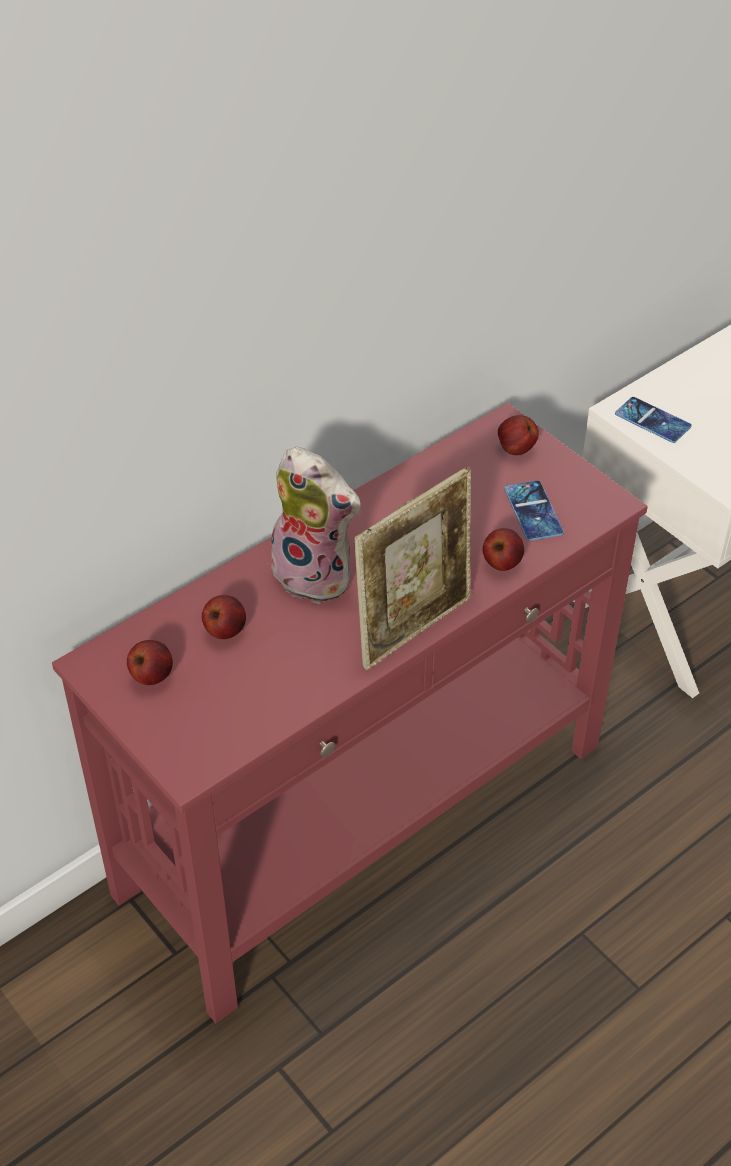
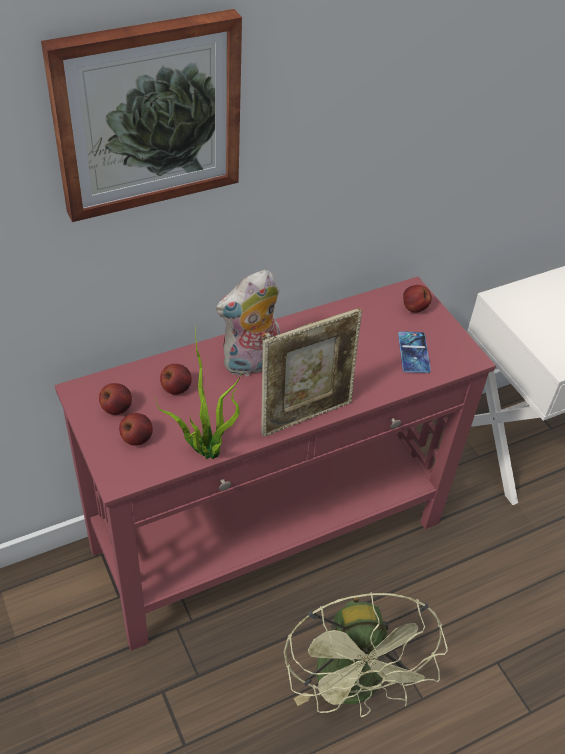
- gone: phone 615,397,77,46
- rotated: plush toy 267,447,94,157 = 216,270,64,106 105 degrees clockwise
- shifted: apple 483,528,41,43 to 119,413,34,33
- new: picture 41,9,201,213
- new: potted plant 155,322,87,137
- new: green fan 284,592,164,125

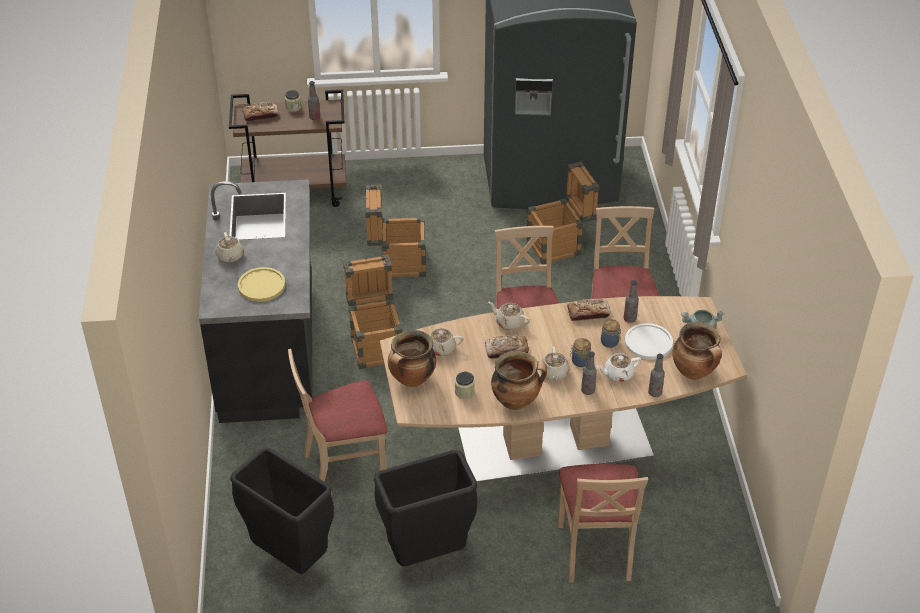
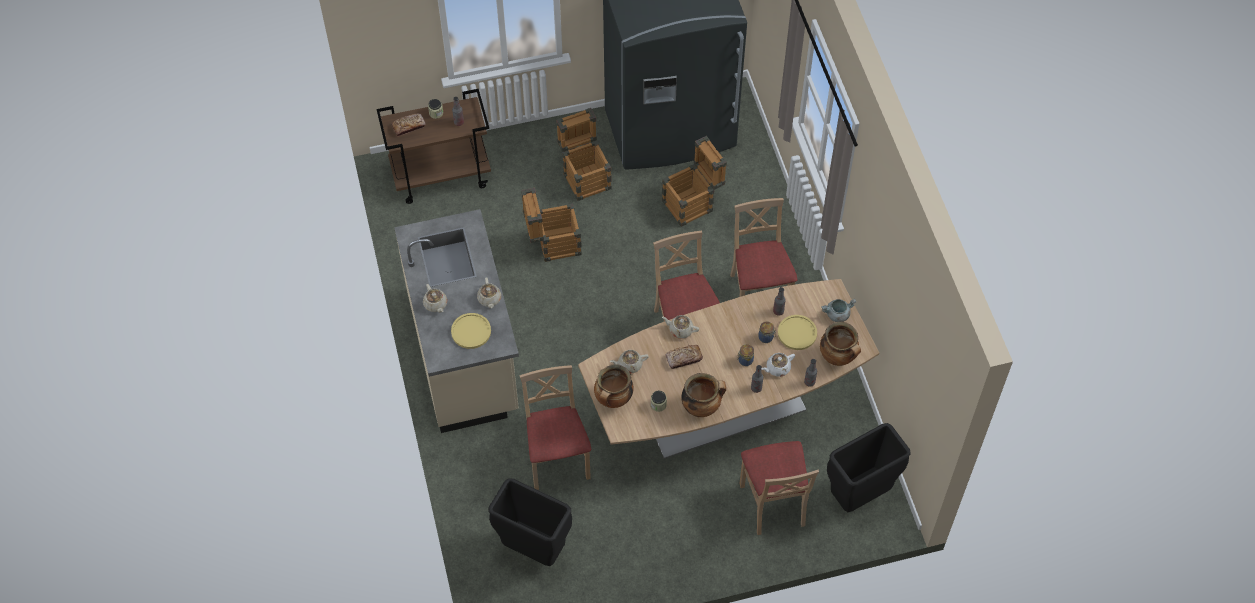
- repainted: black counter 199,179,114,244 to beige counter 394,209,125,224
- shifted: crate 343,255,60,114 to 556,108,55,93
- gone: bread 567,299,44,22
- repainted: white plate 625,323,48,37 to yellow plate 778,315,39,35
- shifted: beige teapot 540,347,30,34 to 477,277,24,31
- rotated: beige chair 288,349,99,133 = 520,365,71,125 105 degrees clockwise
- shifted: black trash can 374,450,104,116 to 827,423,84,89

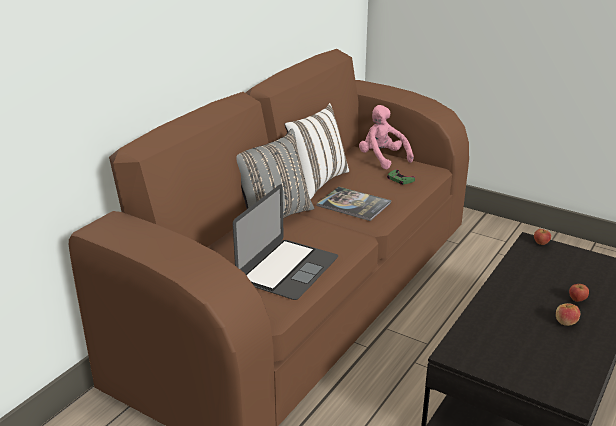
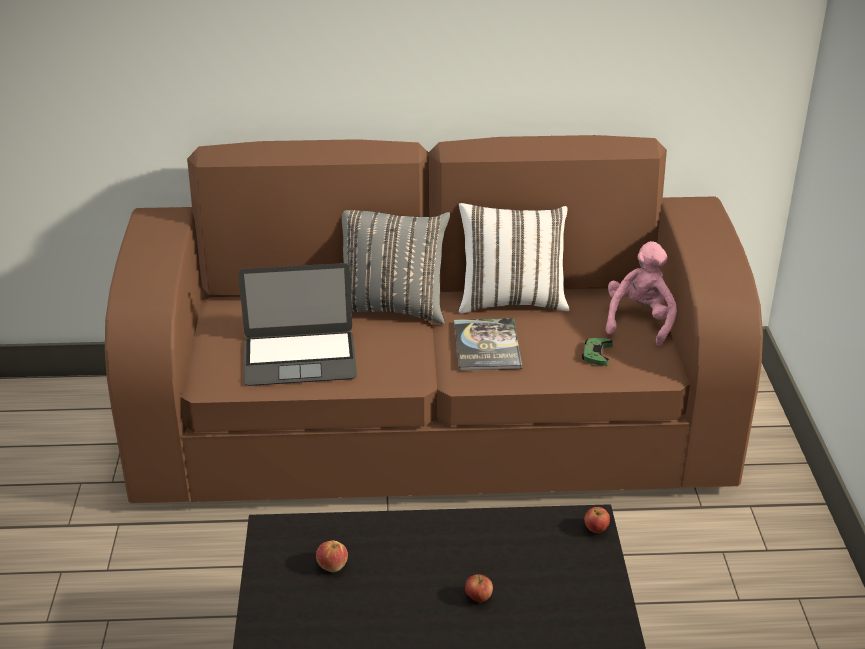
- shifted: apple 556,303,24,23 to 316,541,32,31

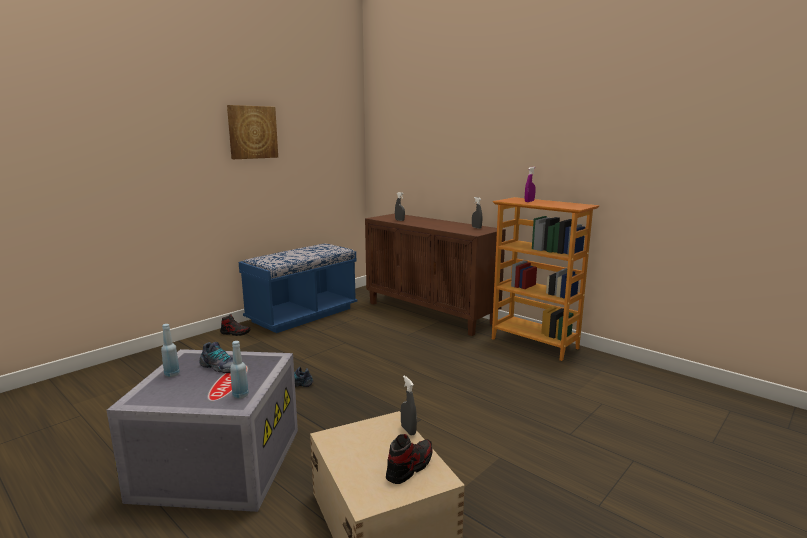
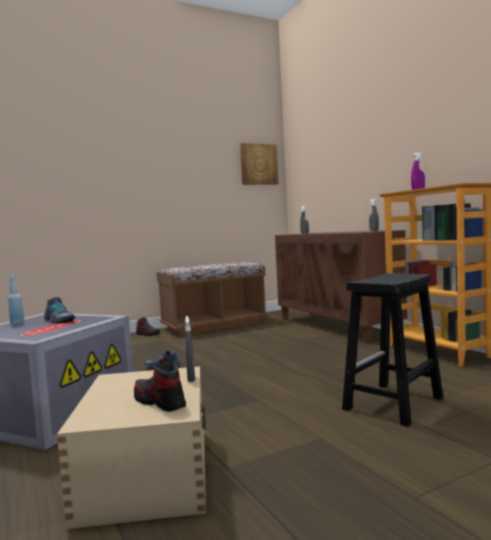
- shifted: picture 227,105,51,54 to 240,143,38,42
- repainted: blue bench 239,244,118,89 to brown bench 157,262,110,74
- gone: blue bottle 230,341,19,58
- rotated: shoe 386,434,46,50 = 134,358,52,54 105 degrees counterclockwise
- new: black stool 342,273,101,154

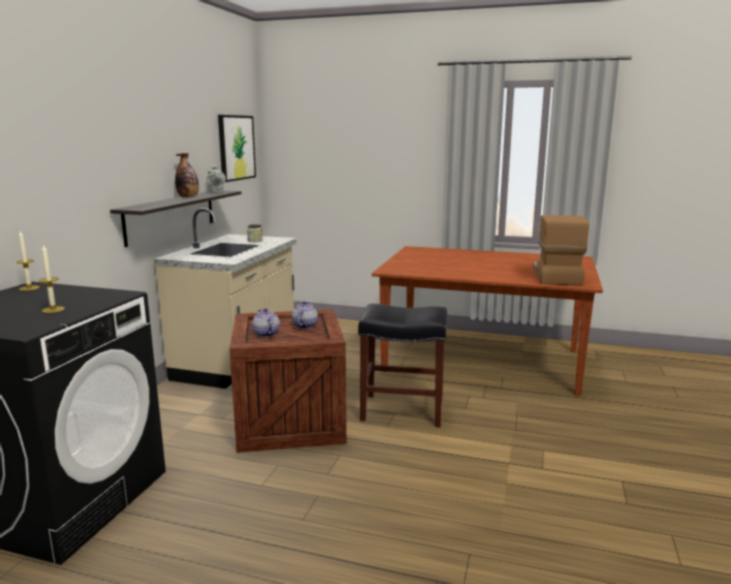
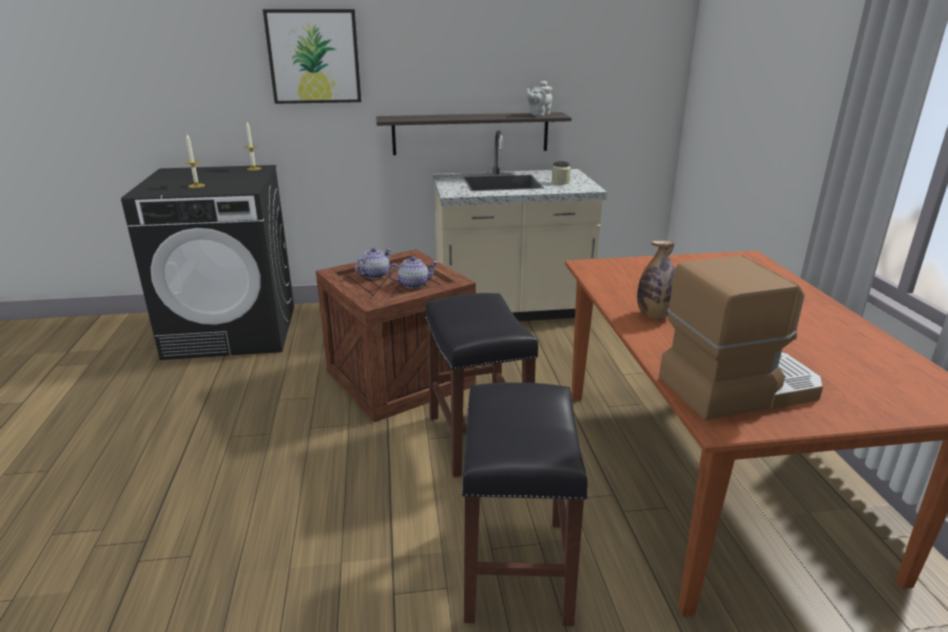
- shifted: picture 218,115,38,67 to 263,9,98,95
- shifted: bottle 175,153,24,45 to 637,241,38,77
- new: black stool 461,382,127,244

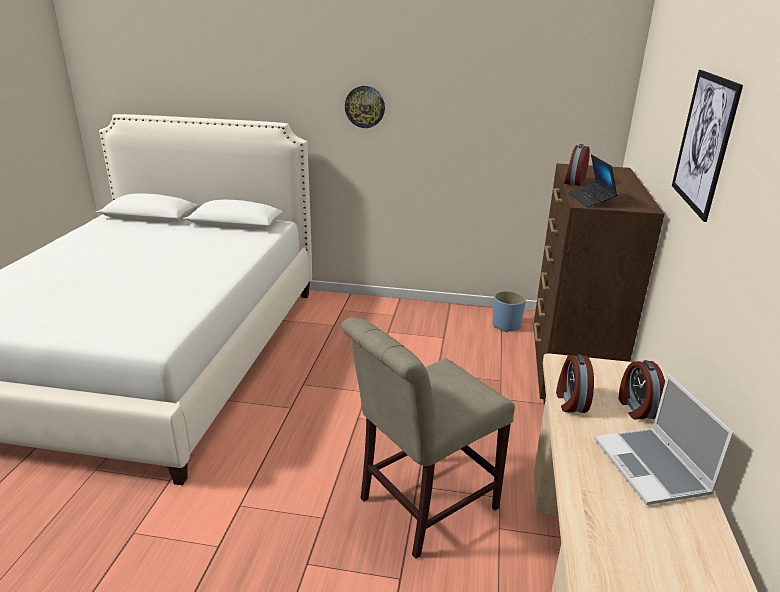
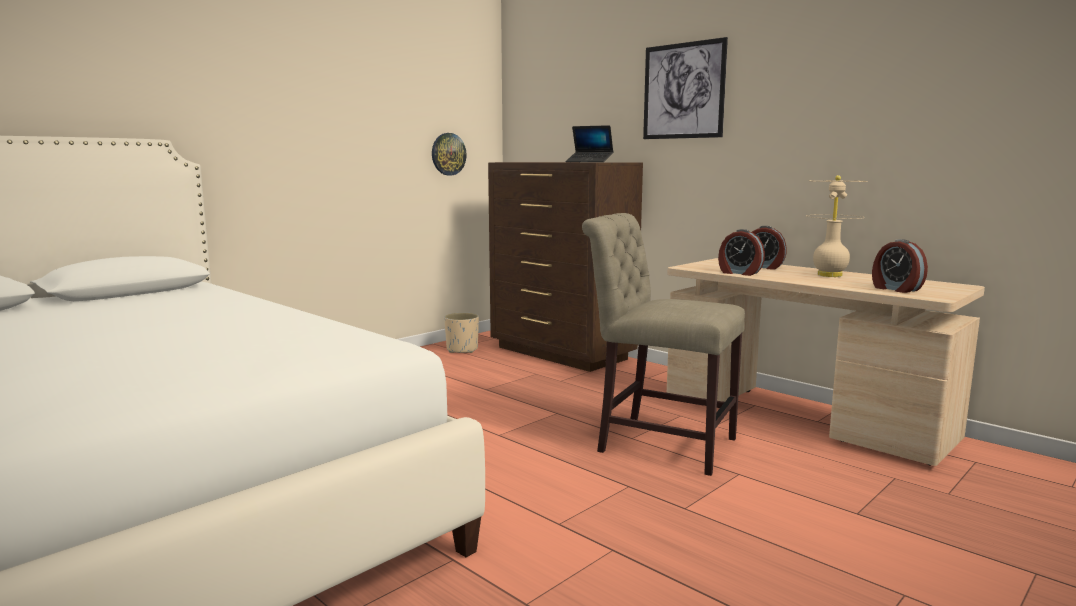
- shifted: wall clock 345,86,40,42 to 432,133,35,42
- shifted: alarm clock 564,144,26,42 to 872,239,56,54
- repainted: blue planter 493,291,33,41 to beige planter 444,313,35,40
- rotated: beige chair 341,317,174,242 = 582,213,163,263 120 degrees clockwise
- swapped: laptop 594,374,140,131 to beige table lamp 806,175,62,102

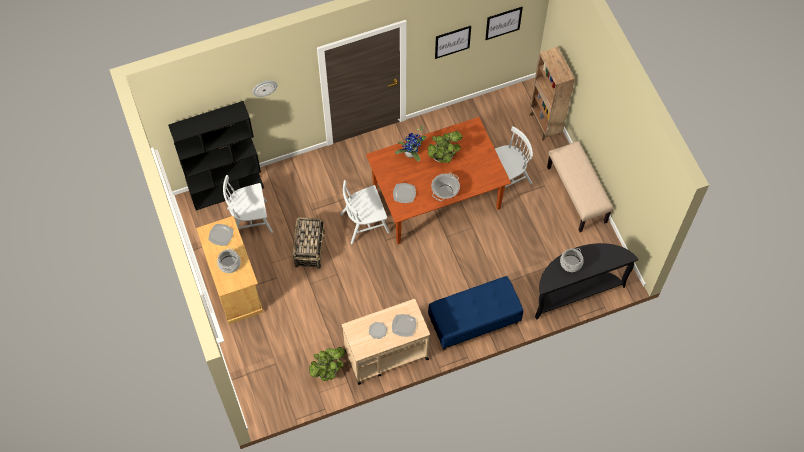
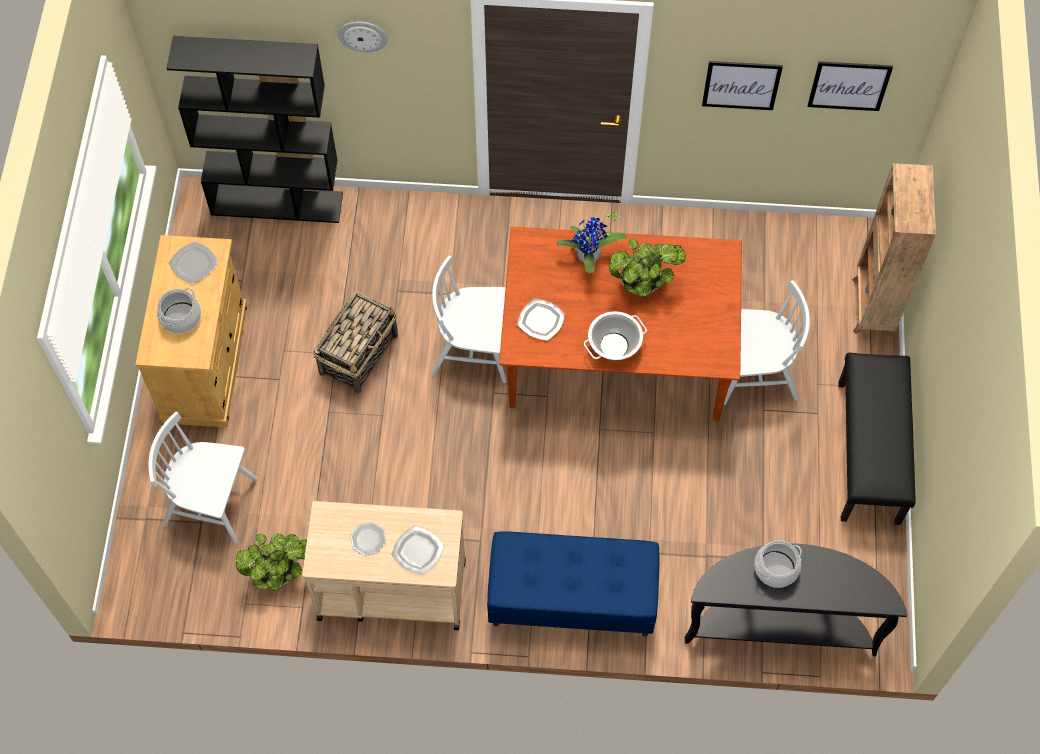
- repainted: beige bench 547,141,66,91 to black bench 838,353,78,172
- shifted: white chair 223,175,50,58 to 149,412,109,132

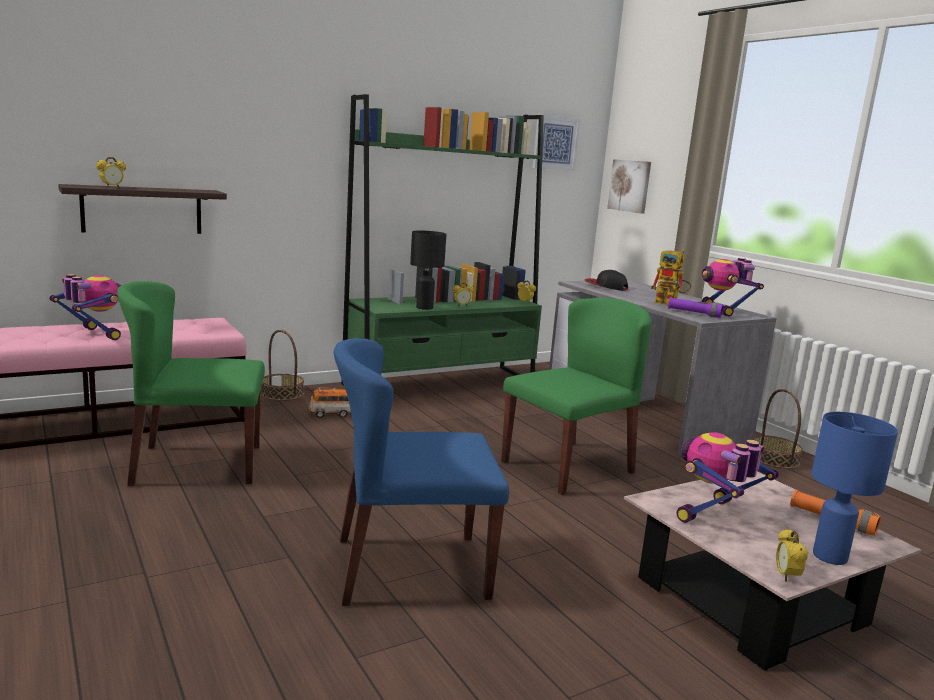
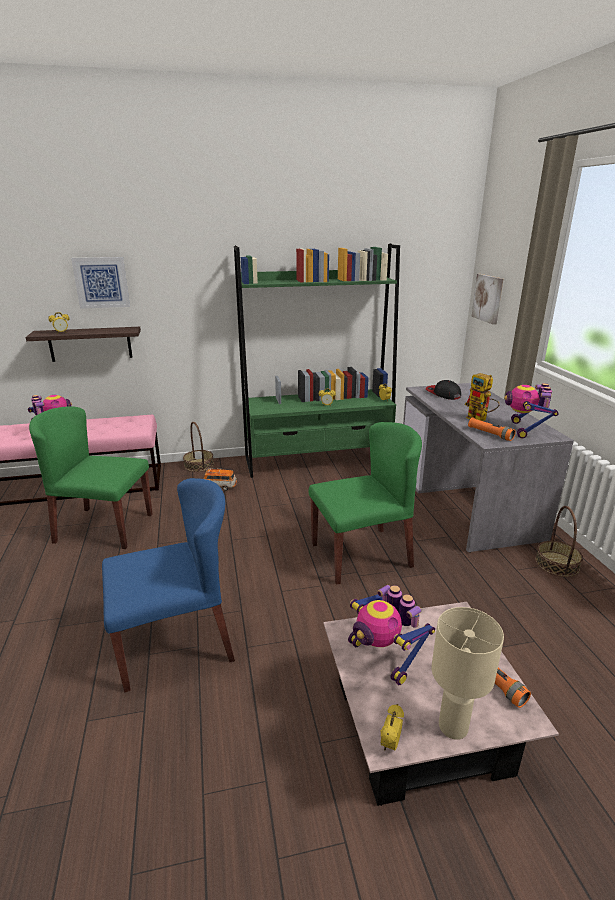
- shifted: picture 533,115,47,56 to 71,257,59,52
- gone: black table lamp 410,230,37,80
- repainted: purple flashlight 668,297,56,21 to orange flashlight 468,417,48,24
- rotated: blue chair 334,338,175,268 = 102,478,133,214 150 degrees clockwise
- repainted: blue table lamp 811,412,87,153 to beige table lamp 432,607,72,133
- rotated: toy robot 676,432,103,91 = 348,585,87,100 105 degrees counterclockwise

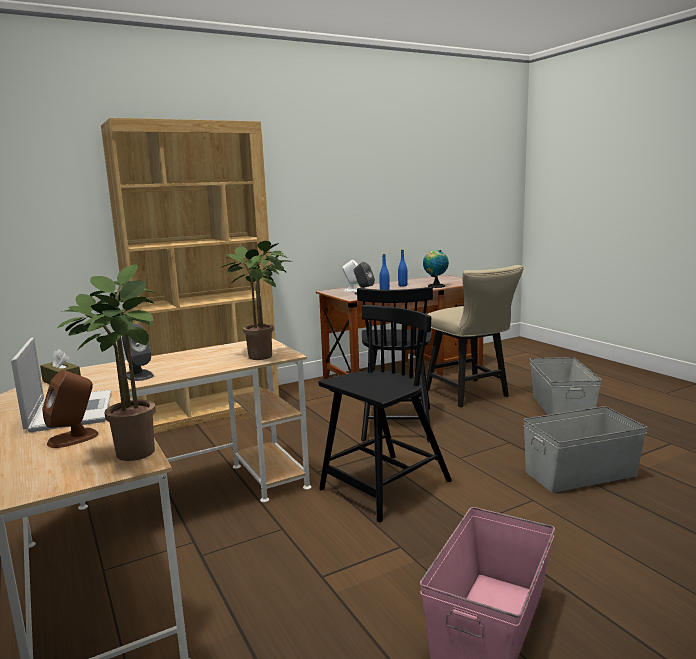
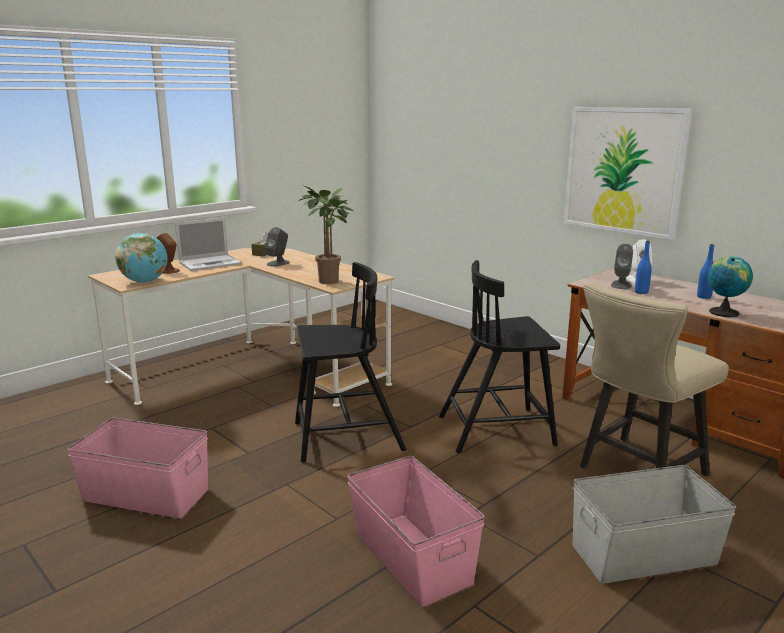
- gone: brown bookcase 101,118,178,315
- swapped: potted plant 57,264,99,197 to globe 115,233,53,50
- rotated: black chair 319,305,133,217 = 295,262,111,201 45 degrees counterclockwise
- repainted: grey storage box 523,406,124,87 to pink storage box 347,456,138,151
- new: picture 564,107,128,133

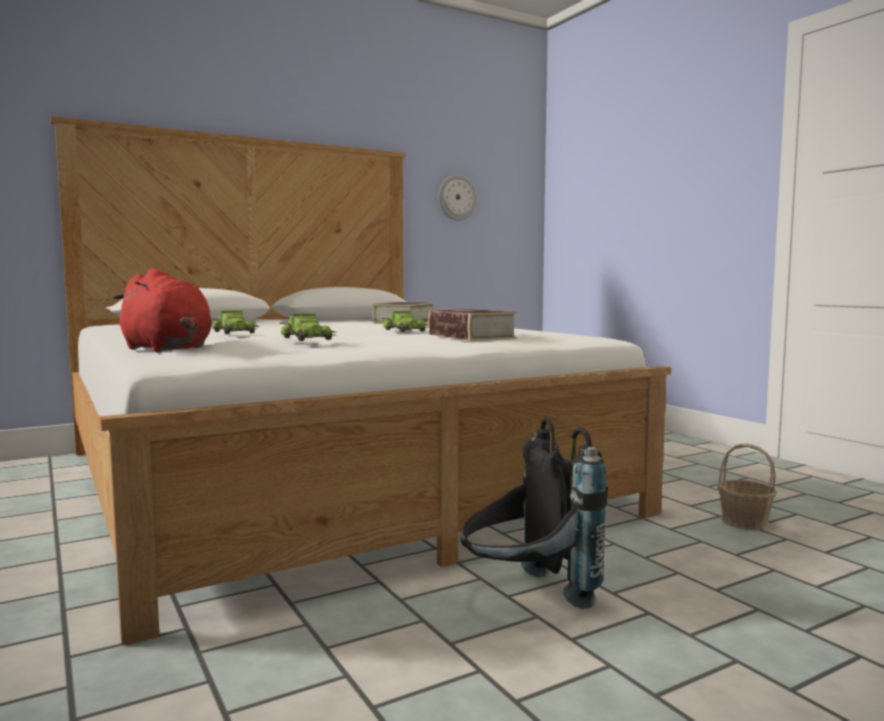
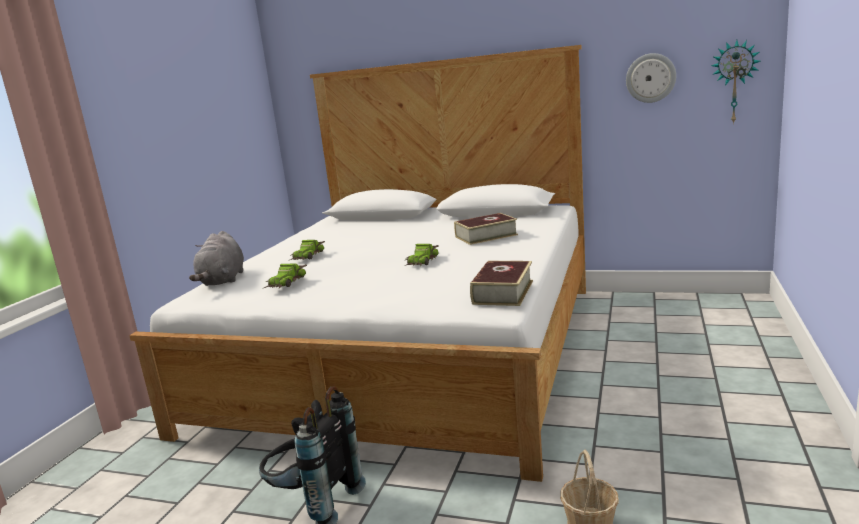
- repainted: red plush toy 113,268,99,85 to grey plush toy 189,231,55,55
- shifted: book 428,309,89,32 to 470,261,63,45
- new: wall clock 711,40,50,84

